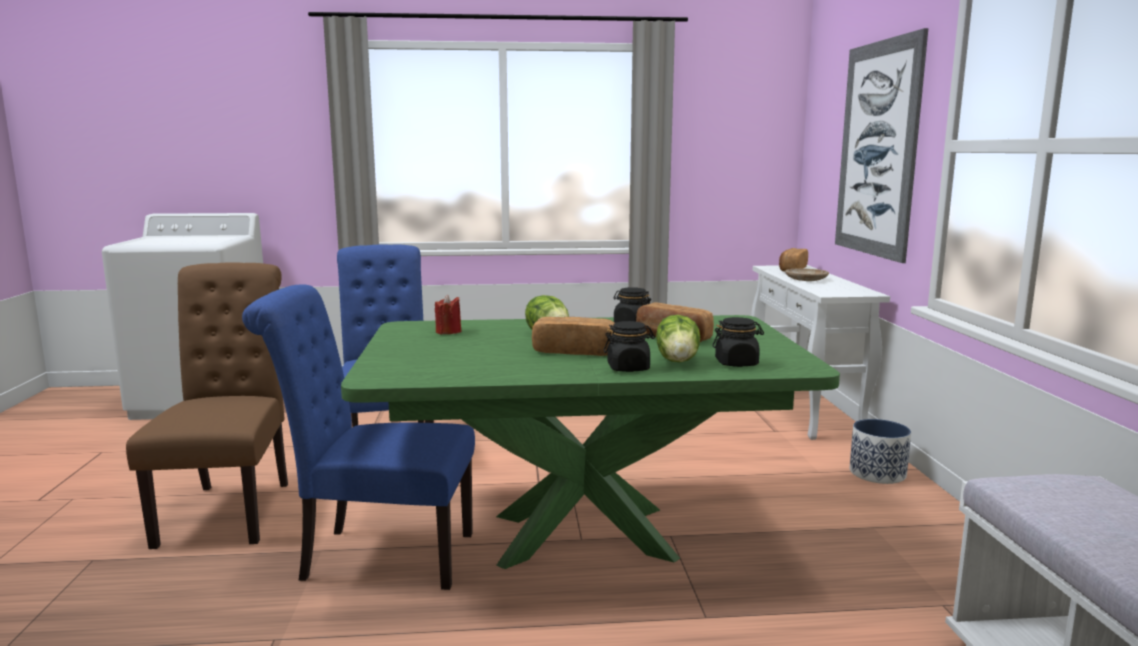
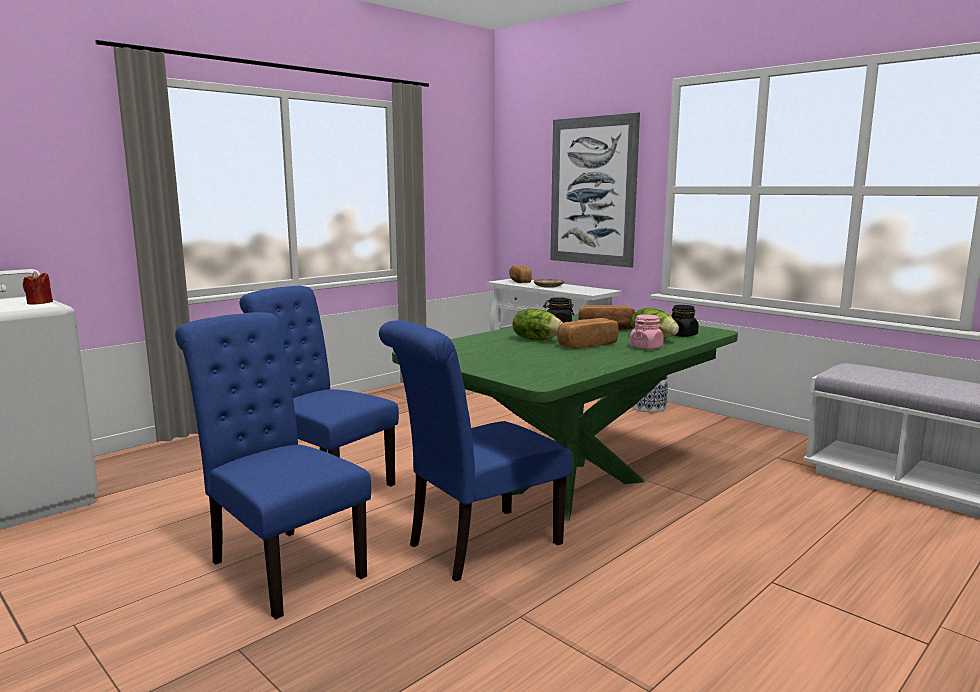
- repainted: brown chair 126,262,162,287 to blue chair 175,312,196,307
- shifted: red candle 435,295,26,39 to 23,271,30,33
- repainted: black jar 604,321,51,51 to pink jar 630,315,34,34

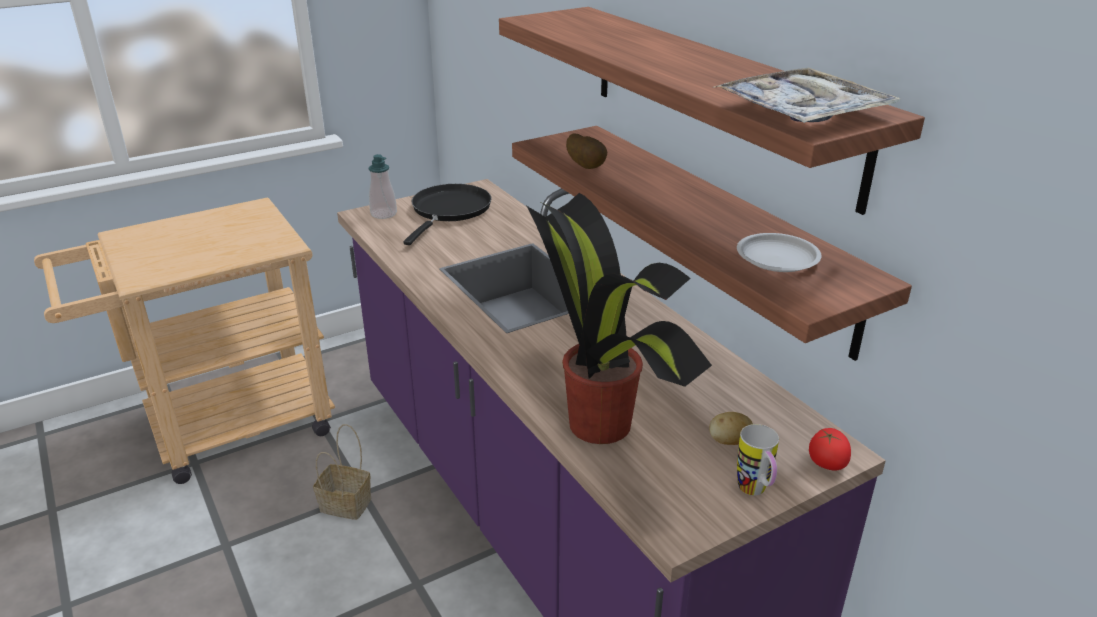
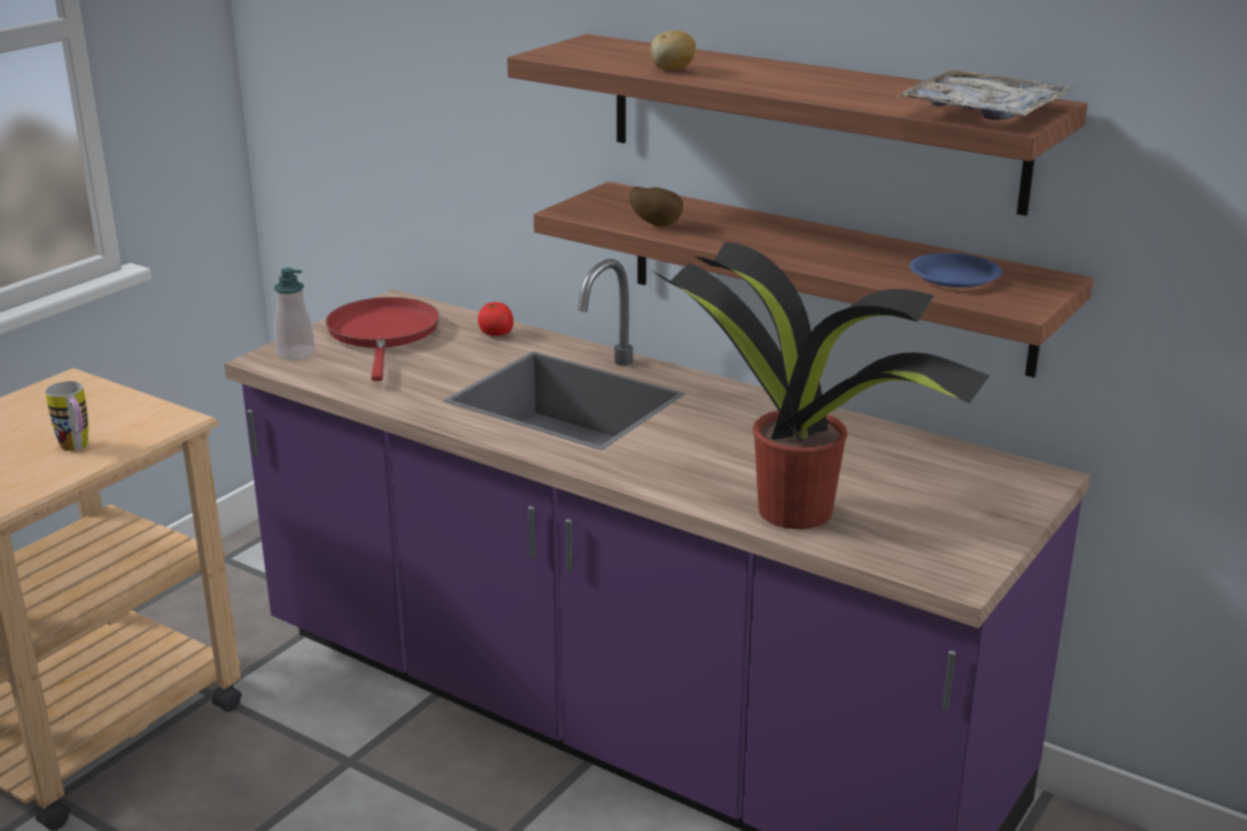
- repainted: black frying pan 403,184,89,61 to red frying pan 326,297,114,84
- repainted: white plate 737,233,85,39 to blue plate 909,253,93,35
- shifted: potato 709,412,44,33 to 650,30,46,40
- gone: basket 313,424,58,96
- shifted: mug 737,424,42,72 to 45,381,43,70
- shifted: tomato 809,428,42,43 to 478,302,36,34

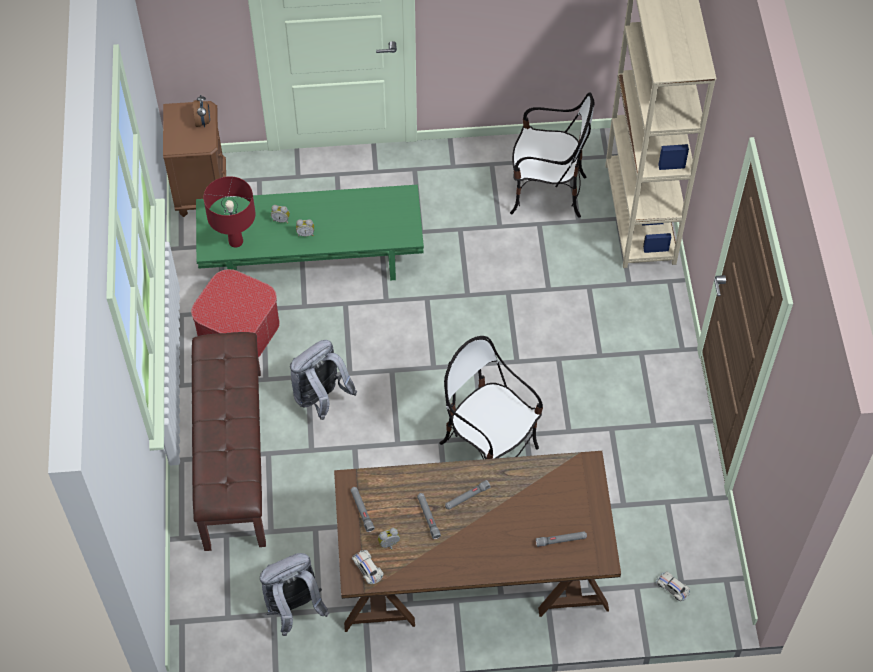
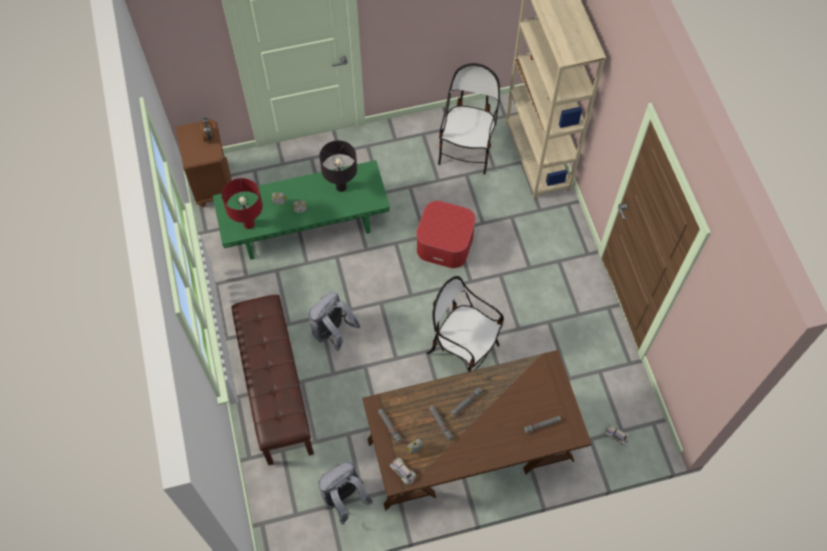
- rotated: chair 510,93,84,125 = 438,63,62,112 75 degrees counterclockwise
- shifted: ottoman 191,269,89,89 to 416,201,60,67
- new: black table lamp 319,140,38,52

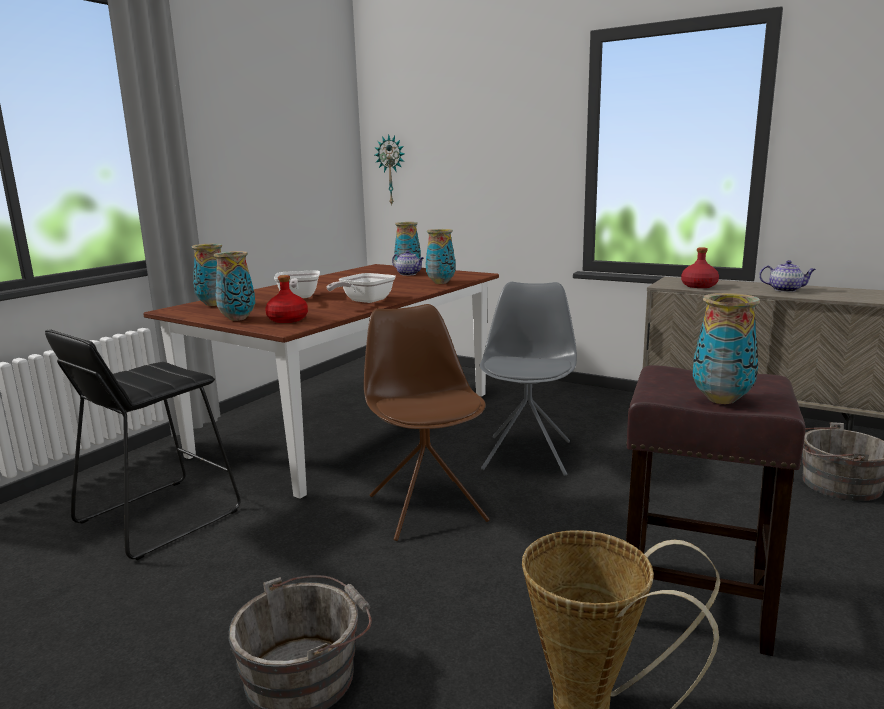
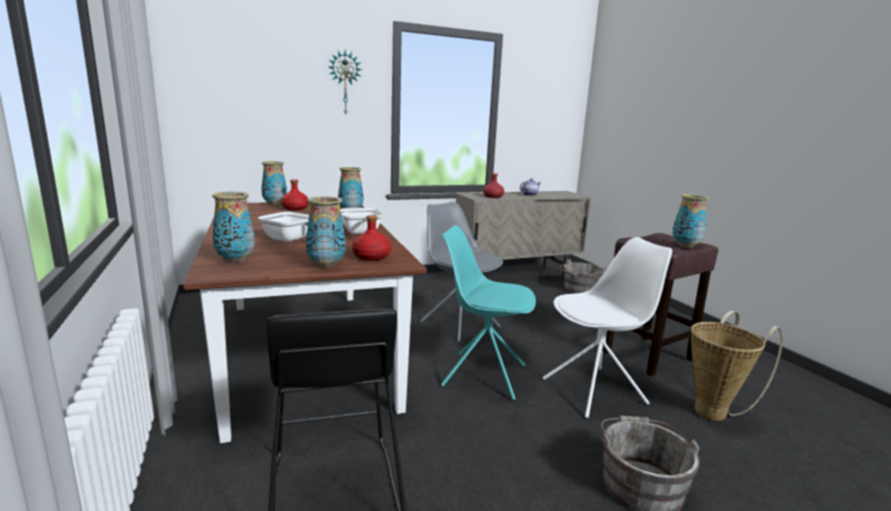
- shifted: wall clock 375,134,30,71 to 329,50,33,64
- swapped: teapot 392,250,32,26 to red bottle 281,179,28,31
- repainted: brown chair 364,304,126,237 to turquoise chair 441,225,95,175
- new: white chair 543,237,129,181

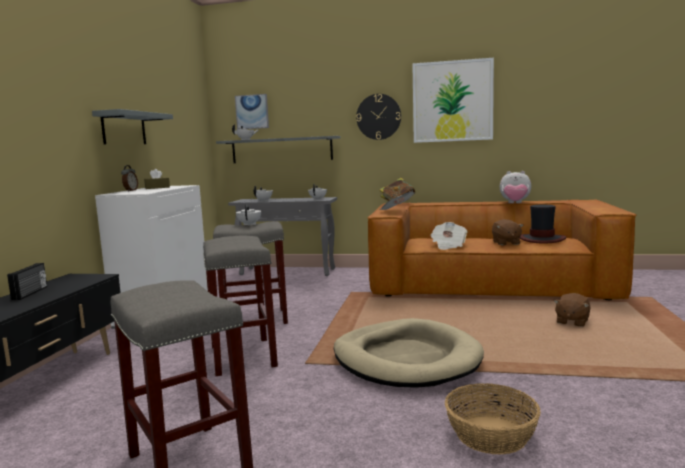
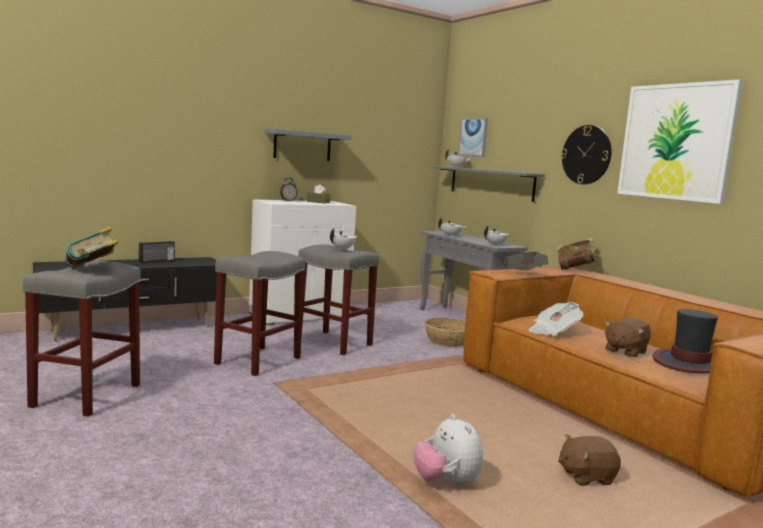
- shifted: plush toy 500,171,31,32 to 413,414,70,72
- gone: beige dog bed 334,318,150,70
- shifted: basket 445,383,96,71 to 425,318,40,29
- new: book 64,226,55,42

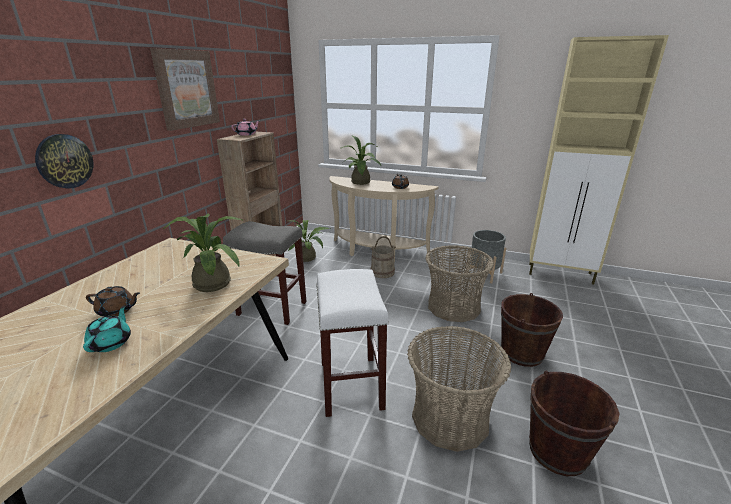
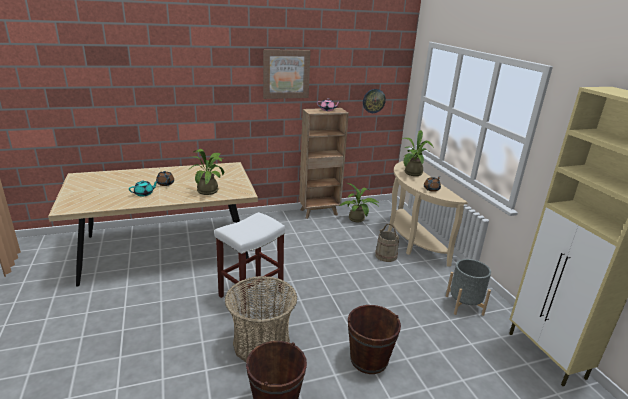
- shifted: wall clock 35,134,58,54 to 363,89,23,24
- gone: grey stool 223,221,84,104
- gone: basket 425,245,69,77

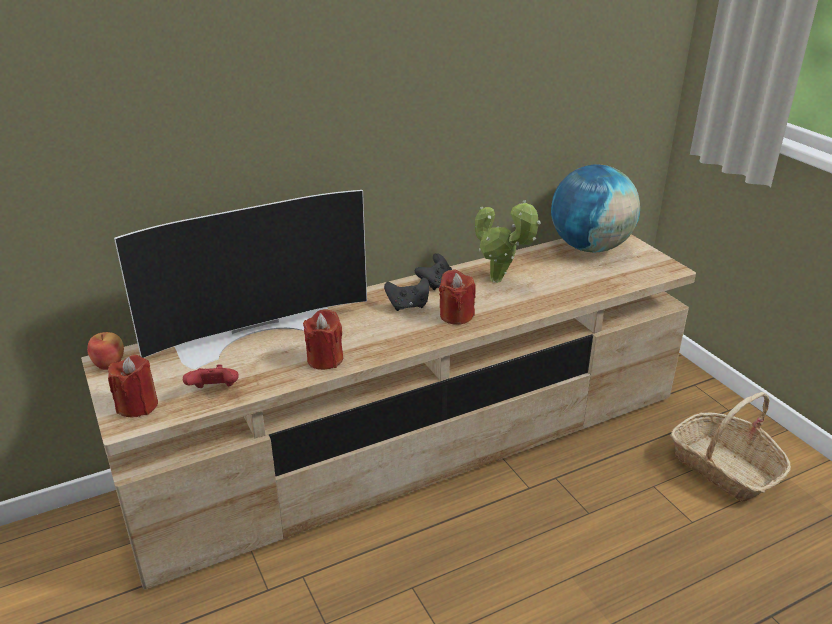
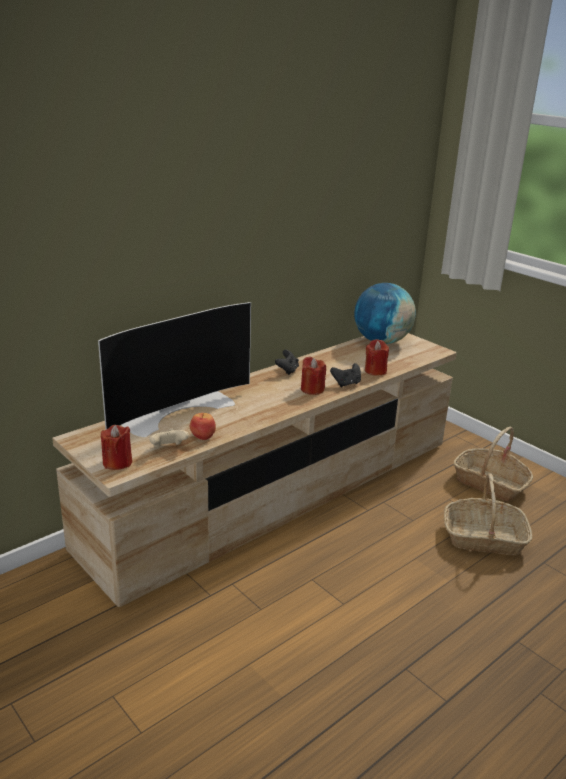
- gone: potted plant 475,200,66,83
- shifted: black game controller 384,278,45,33 to 330,363,31,24
- shifted: red candle 303,309,40,61 to 365,339,24,37
- shifted: apple 87,332,37,38 to 190,413,26,27
- repainted: red game controller 183,364,56,24 to beige game controller 149,429,40,19
- new: basket 444,474,89,81

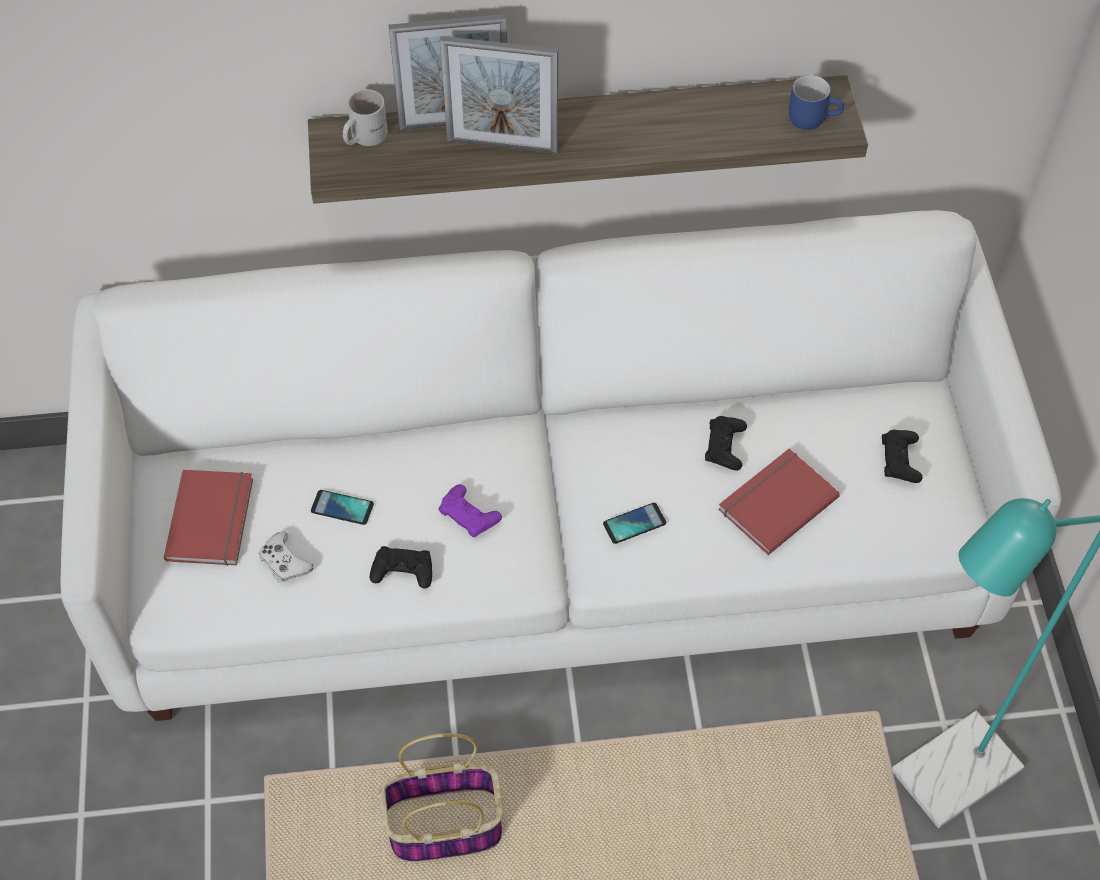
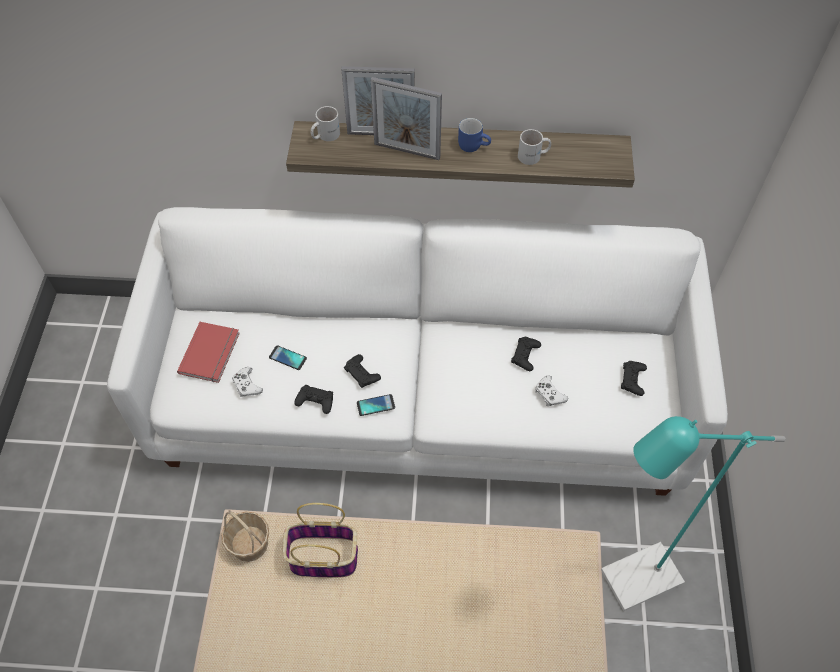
- shifted: blue mug 789,75,55,55 to 458,118,33,34
- swapped: red book 718,449,122,106 to white game controller 535,375,33,31
- repainted: purple game controller 438,484,64,54 to black game controller 344,354,37,34
- shifted: phone 603,503,63,41 to 357,394,38,22
- new: white mug 518,129,33,36
- new: basket 221,510,48,52

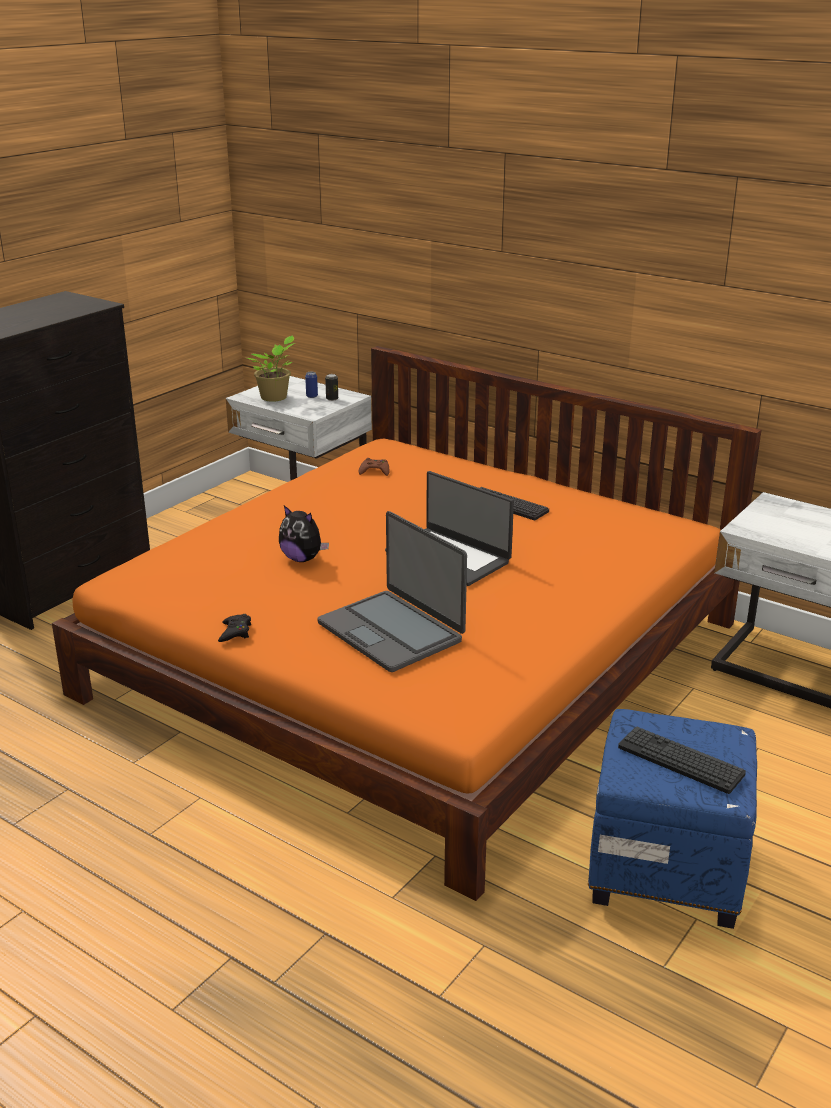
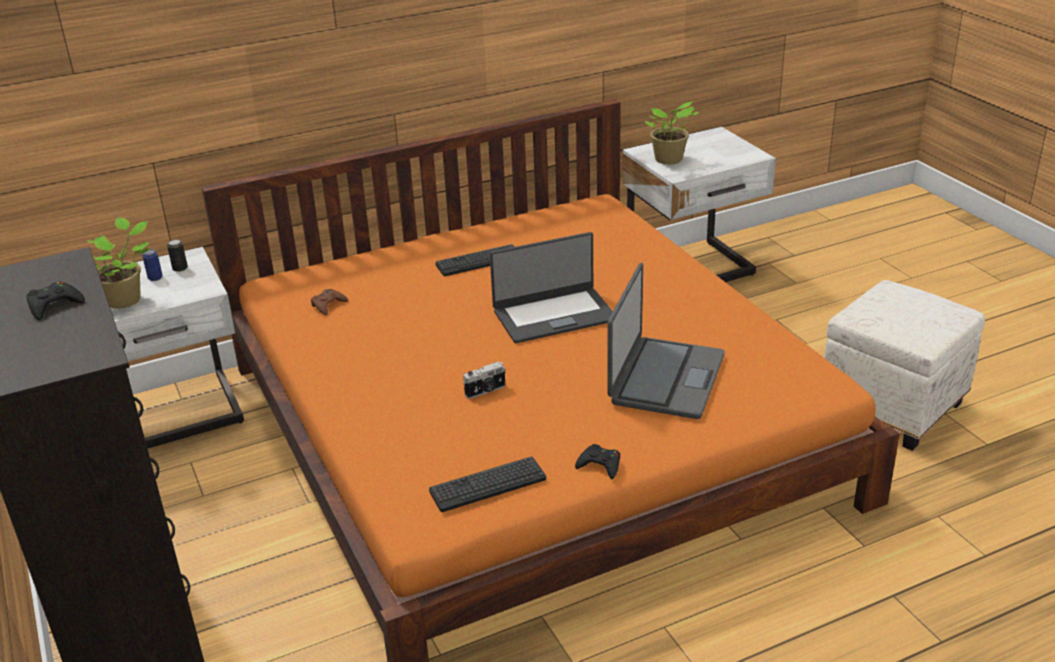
- swapped: plush toy 279,505,50,57 to photo camera 463,362,43,37
- rotated: laptop 318,511,149,161 = 607,263,117,156 60 degrees counterclockwise
- repainted: blue ottoman 588,709,169,220 to white ottoman 824,280,161,171
- shifted: keyboard 618,727,128,67 to 429,457,117,55
- new: potted plant 644,102,56,62
- new: black game controller 26,281,59,39

